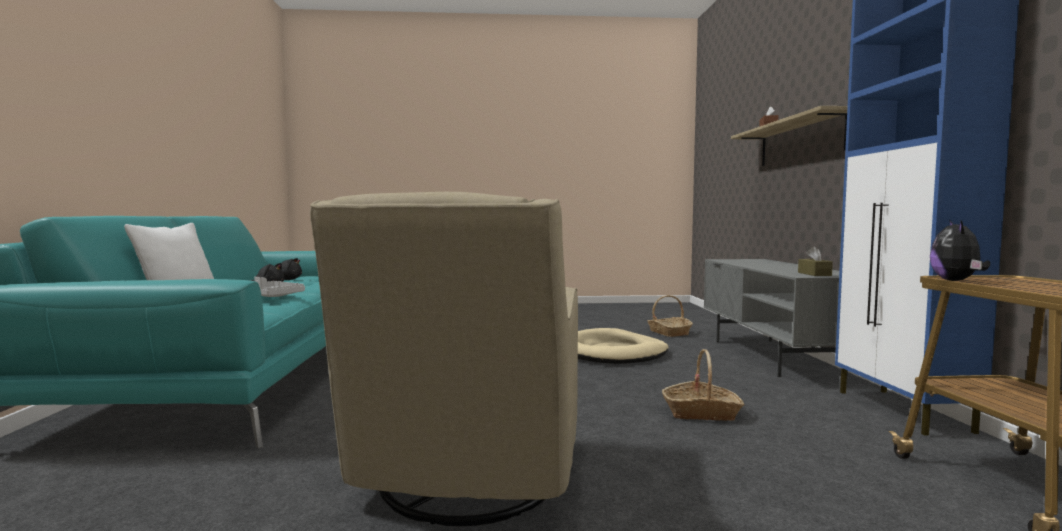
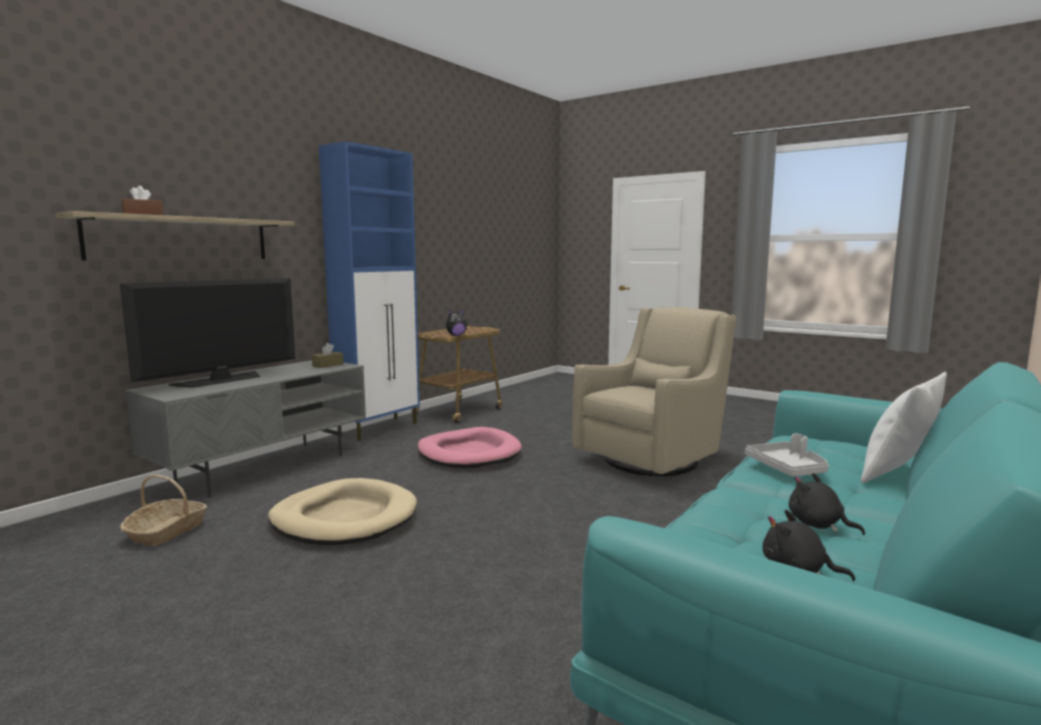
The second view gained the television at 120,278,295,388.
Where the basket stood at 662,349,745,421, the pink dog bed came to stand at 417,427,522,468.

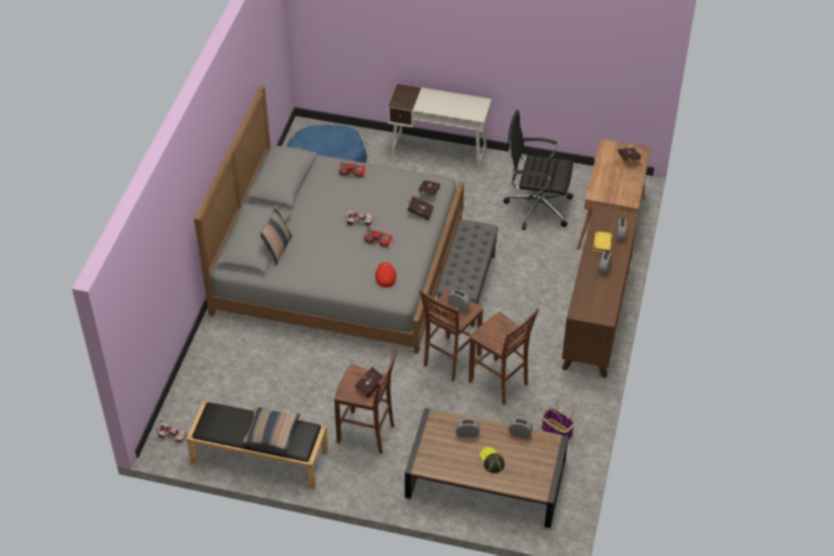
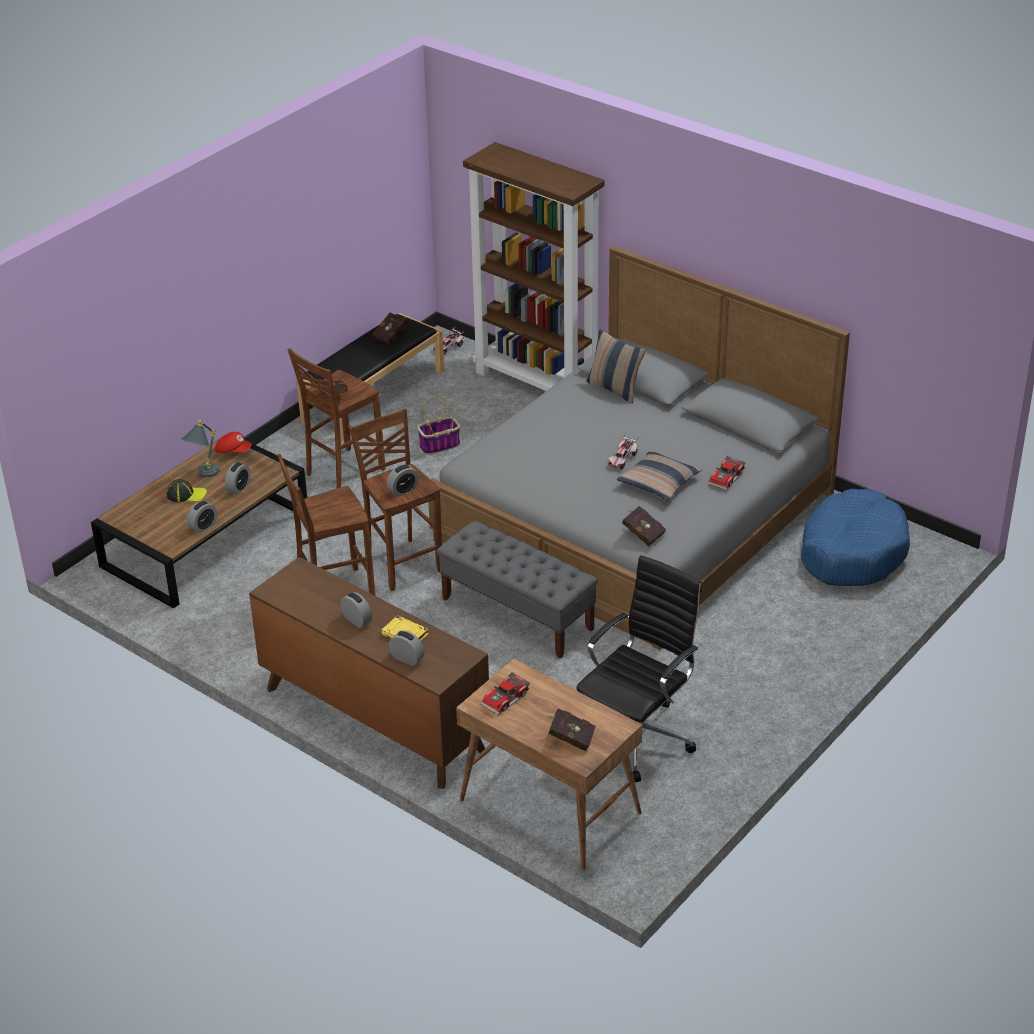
The second view lost the white desk at 388,84,492,173.
The second view gained the grey table lamp at 181,420,220,477.
The second view gained the brown bookcase at 463,142,605,391.
The pillow ended up elsewhere, having gone from 243,406,301,450 to 617,449,702,501.
The toy car ended up elsewhere, having gone from 363,228,394,248 to 481,672,530,715.
The red cap ended up elsewhere, having gone from 375,262,396,288 to 215,432,252,453.
The red book ended up elsewhere, having gone from 406,196,434,220 to 372,313,407,344.
The basket ended up elsewhere, having gone from 542,398,575,440 to 417,396,460,455.

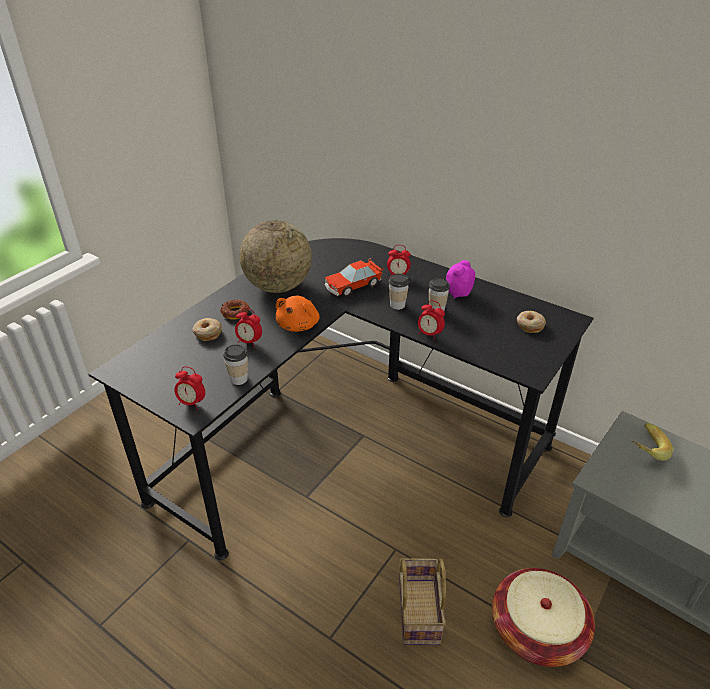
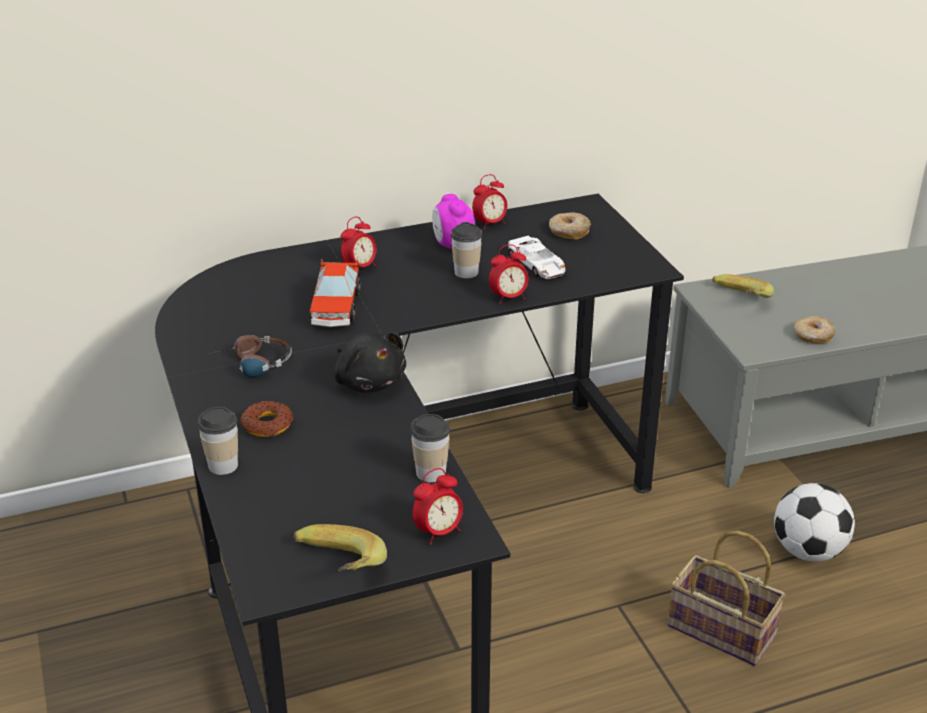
The second view gained the banana at 293,524,387,571.
The second view gained the white toy car at 508,236,566,279.
The donut ended up elsewhere, having gone from 192,318,222,341 to 794,316,836,343.
The alarm clock ended up elsewhere, having gone from 235,308,262,348 to 472,174,507,229.
The cup ended up elsewhere, having gone from 389,273,409,310 to 197,407,238,475.
Where the globe stood at 240,220,312,293, the headphones came to stand at 208,335,292,377.
Where the basket stood at 492,568,595,667, the football came to stand at 774,483,855,562.
What was the orange plush toy at 276,296,320,332 turned into the black plush toy at 334,332,406,393.

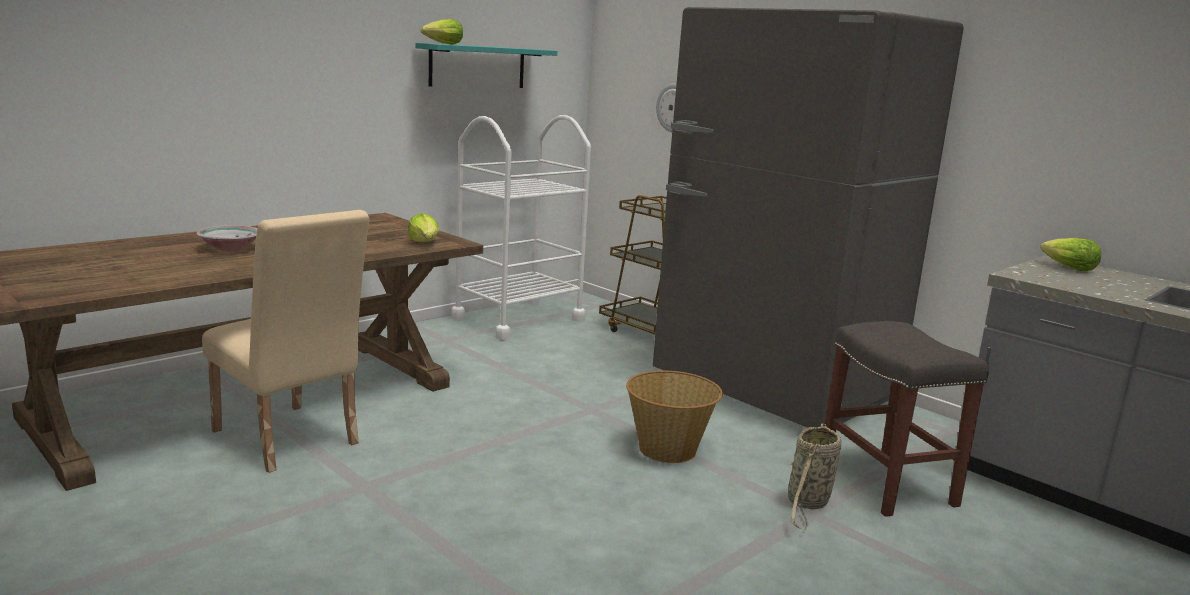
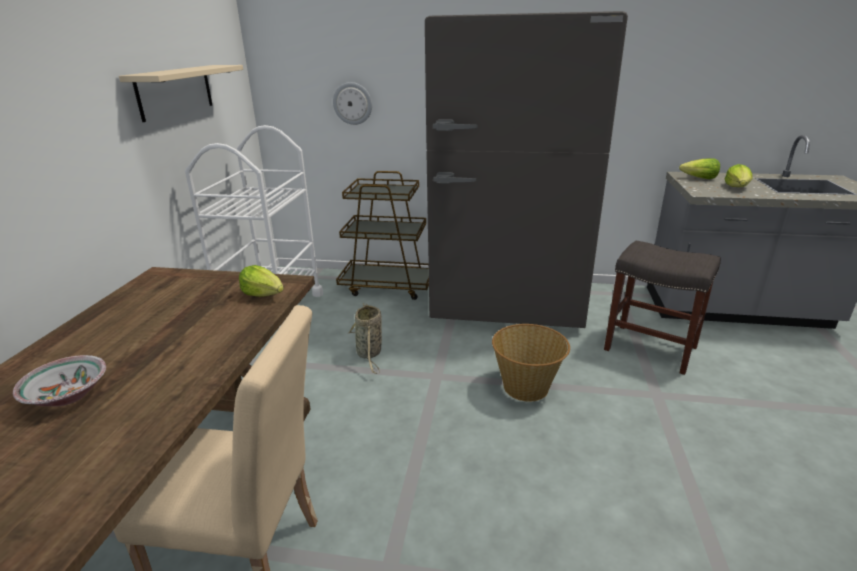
The lettuce ended up elsewhere, having gone from 421,19,463,45 to 725,164,752,187.
The basket ended up elsewhere, having gone from 788,424,841,530 to 347,303,382,374.
What was the turquoise shelf at 416,43,557,88 turned into the beige shelf at 119,65,243,122.

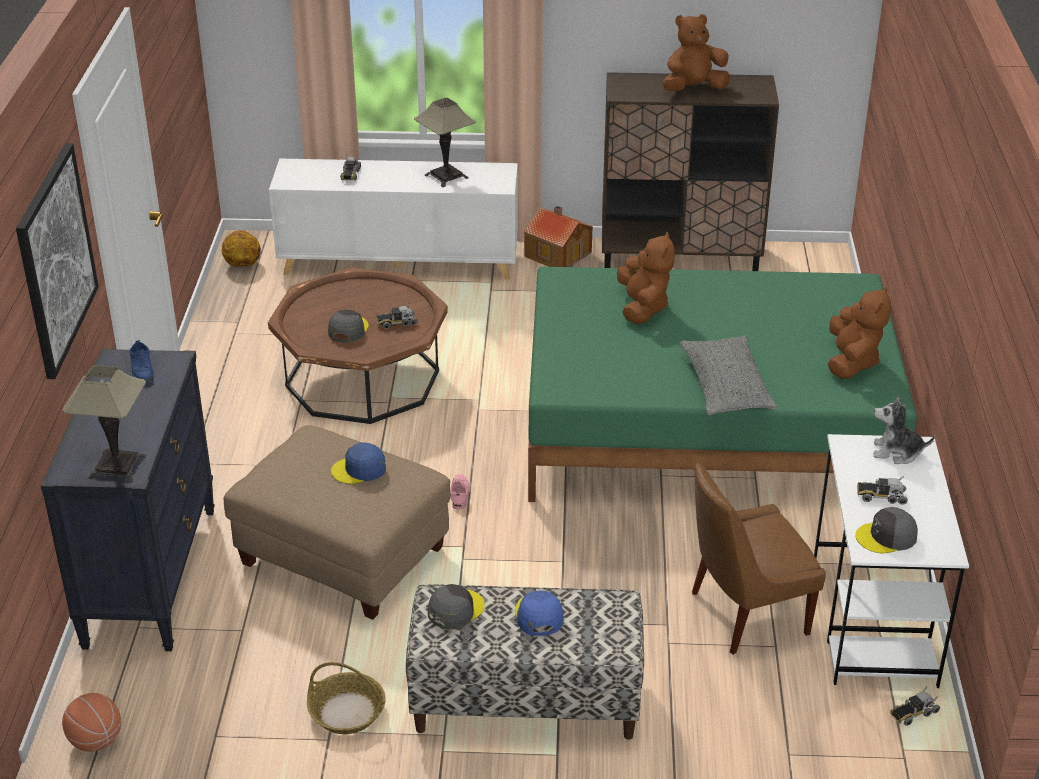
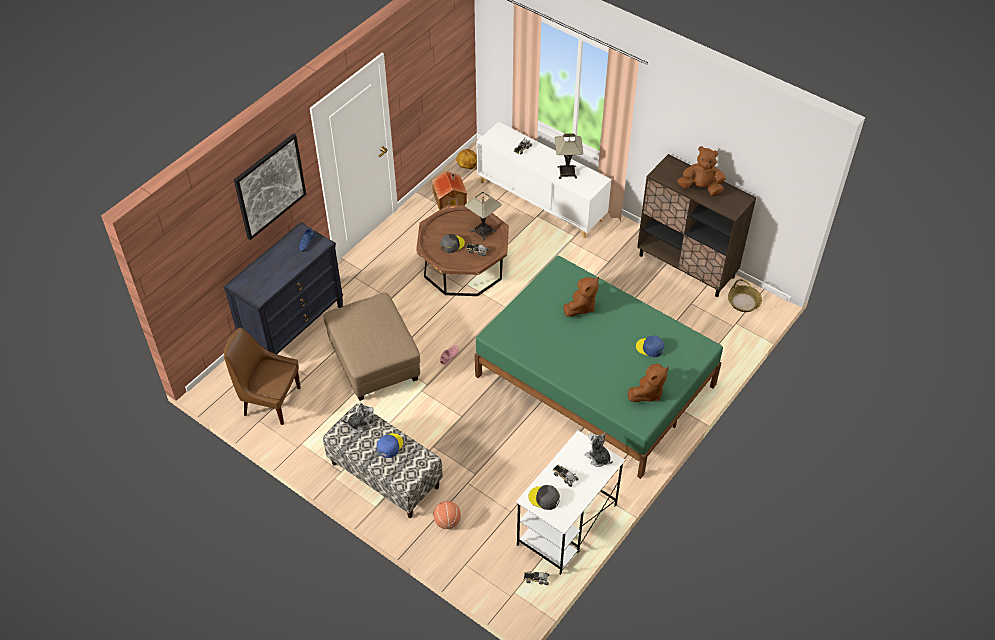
The second view lost the grey pillow at 680,336,778,416.
The table lamp ended up elsewhere, having gone from 62,365,146,483 to 465,192,502,241.
The basketball ended up elsewhere, having gone from 62,693,121,752 to 434,501,461,529.
The basket ended up elsewhere, having gone from 307,662,386,734 to 728,279,762,312.
The blue cap ended up elsewhere, having gone from 331,442,386,484 to 636,336,664,357.
The toy house ended up elsewhere, having gone from 524,206,593,267 to 432,171,467,210.
The brown chair ended up elsewhere, having gone from 692,462,826,655 to 224,327,301,425.
Where the grey cap stood at 428,584,485,630, the plush toy came to stand at 342,403,373,432.

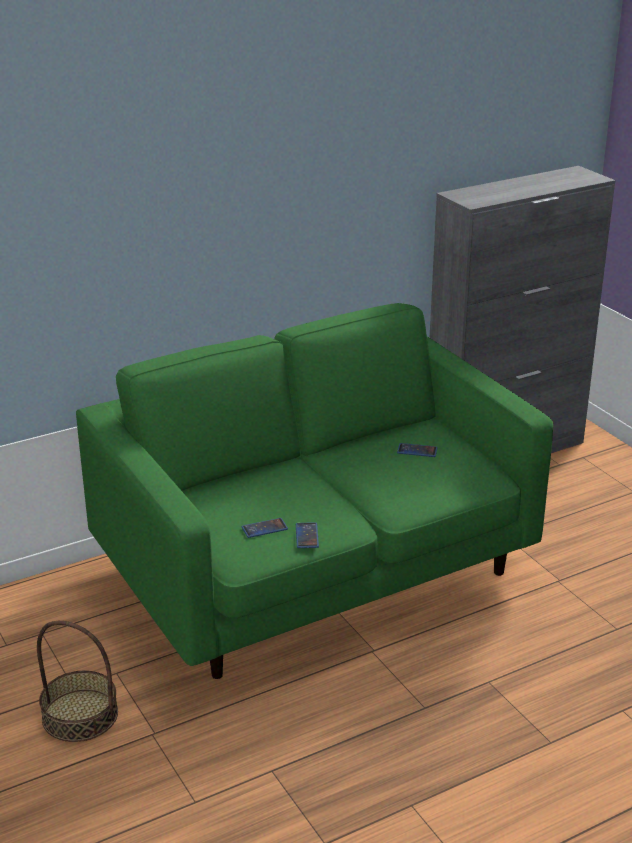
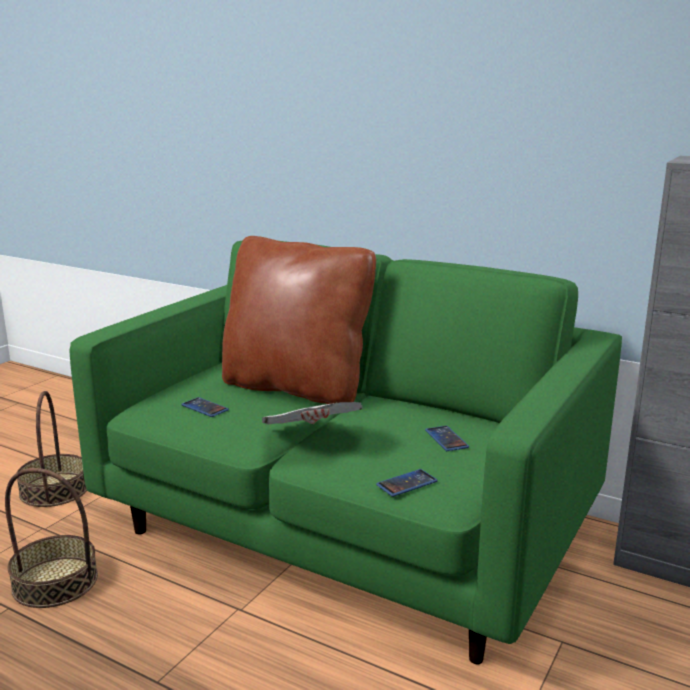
The second view gained the basket at 5,468,98,608.
The second view gained the brown pillow at 222,236,376,404.
The second view gained the newspaper at 262,402,363,424.
The phone ended up elsewhere, having gone from 296,522,319,548 to 376,469,438,497.

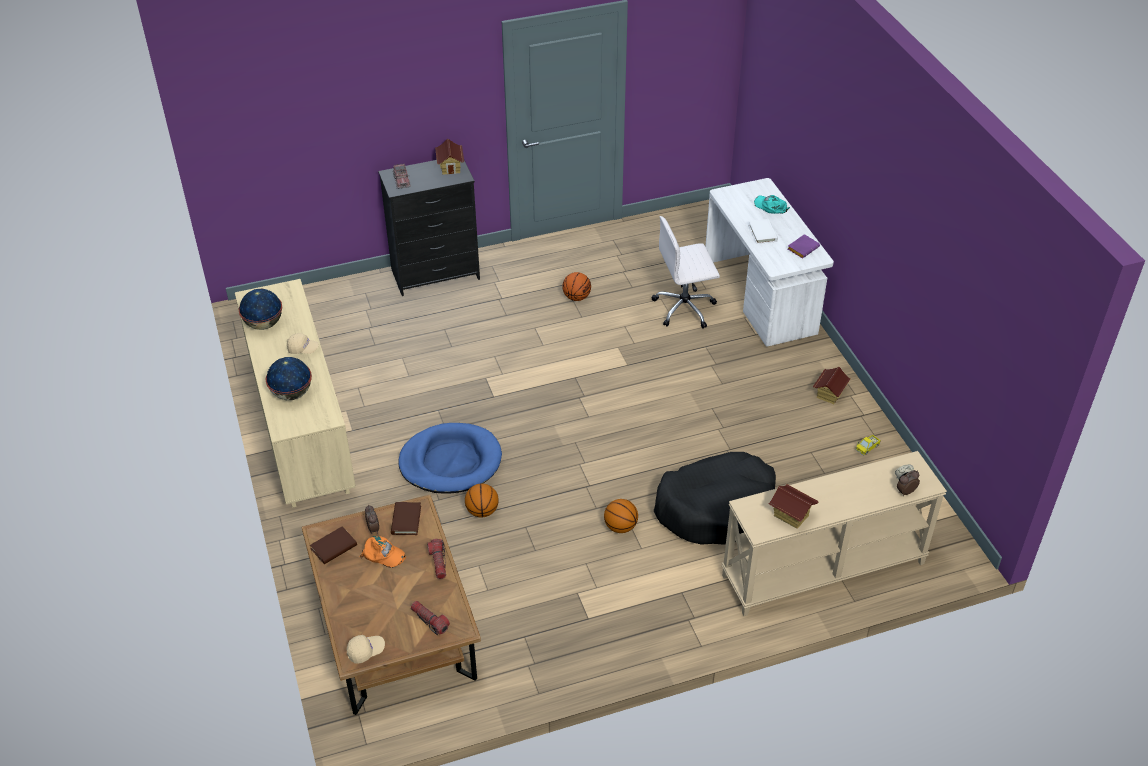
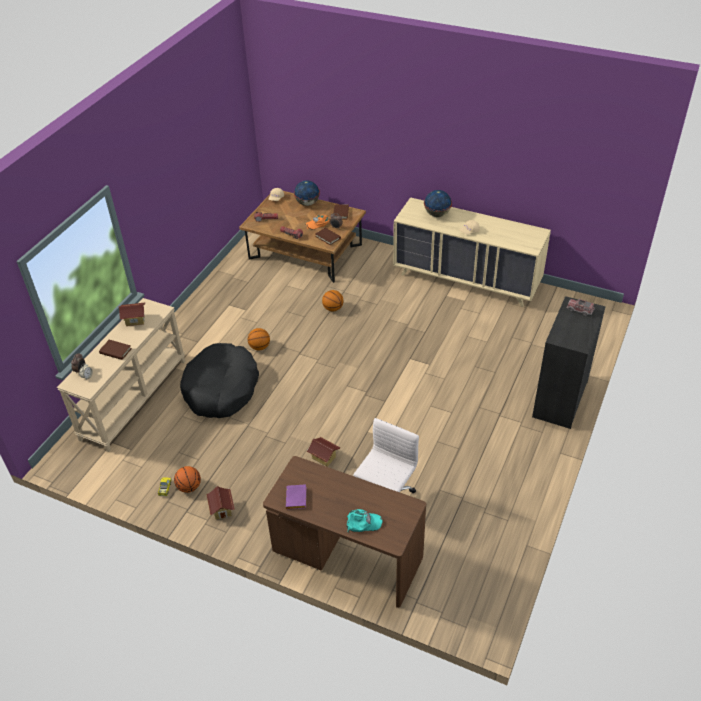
The second view lost the blue dog bed at 399,423,502,494.
The second view lost the white book at 748,219,778,244.
The second view gained the brown book at 99,340,132,360.
The globe ended up elsewhere, having gone from 239,289,282,330 to 294,180,320,206.
The toy house ended up elsewhere, having gone from 435,139,464,175 to 307,437,340,467.
The basketball ended up elsewhere, having gone from 562,272,591,301 to 174,466,201,493.
What was the white desk at 705,178,834,346 turned into the brown desk at 263,456,426,608.

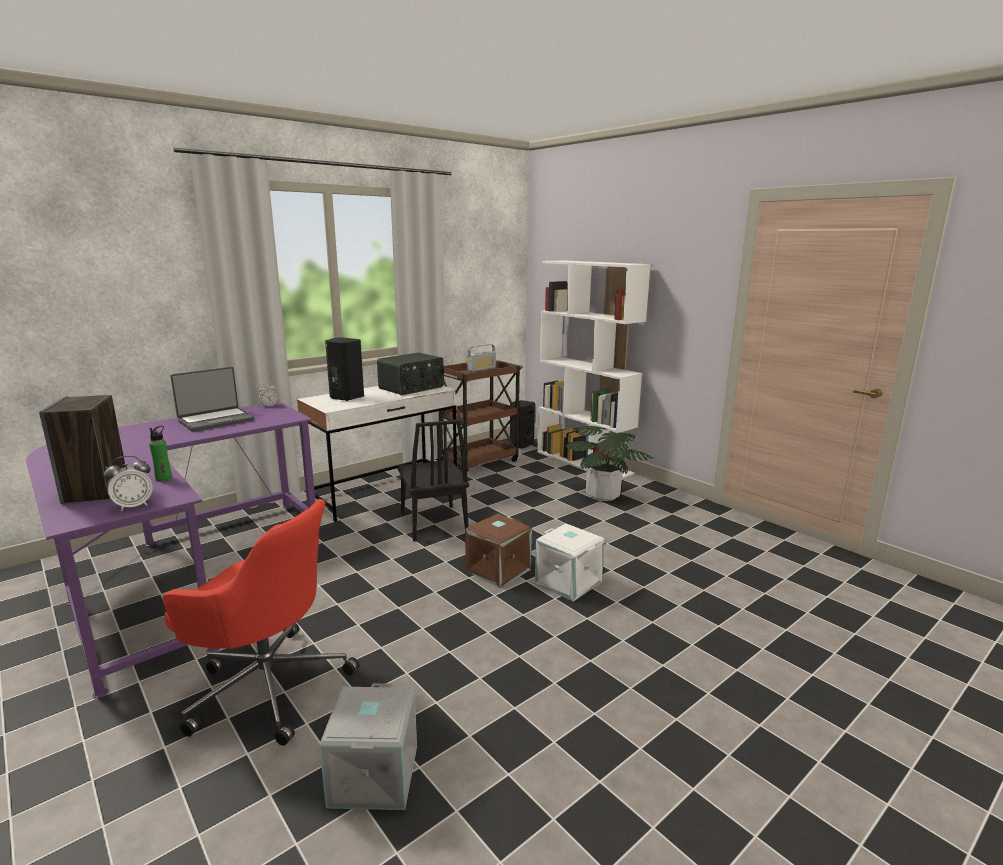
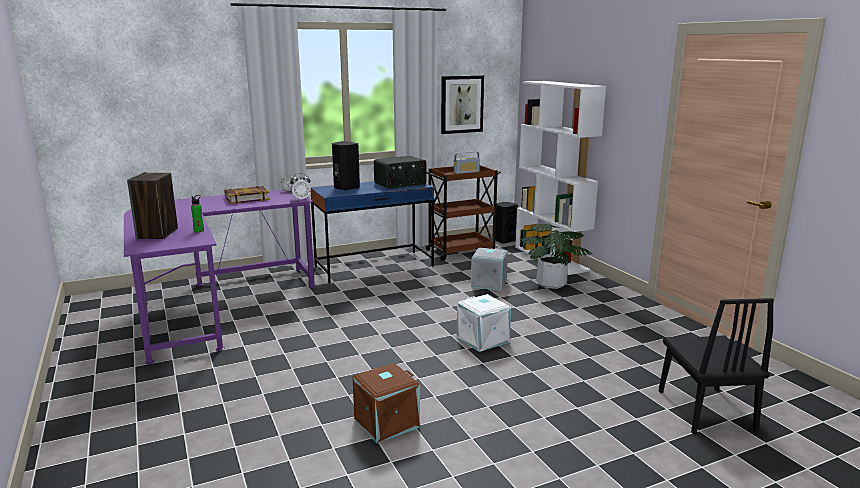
The second view lost the red office chair at 163,499,359,746.
The second view gained the picture at 441,75,484,134.
The alarm clock ended up elsewhere, having gone from 103,456,153,511 to 290,173,311,201.
The grey storage box ended up elsewhere, having gone from 319,683,417,810 to 471,248,508,290.
The black chair ended up elsewhere, having gone from 398,419,469,542 to 659,298,774,435.
The brown storage box ended up elsewhere, having gone from 465,514,532,588 to 352,363,420,443.
Where the laptop stood at 170,367,254,432, the book came to stand at 225,186,270,204.
What was the white desk at 297,386,457,522 turned into the blue desk at 311,181,434,283.

